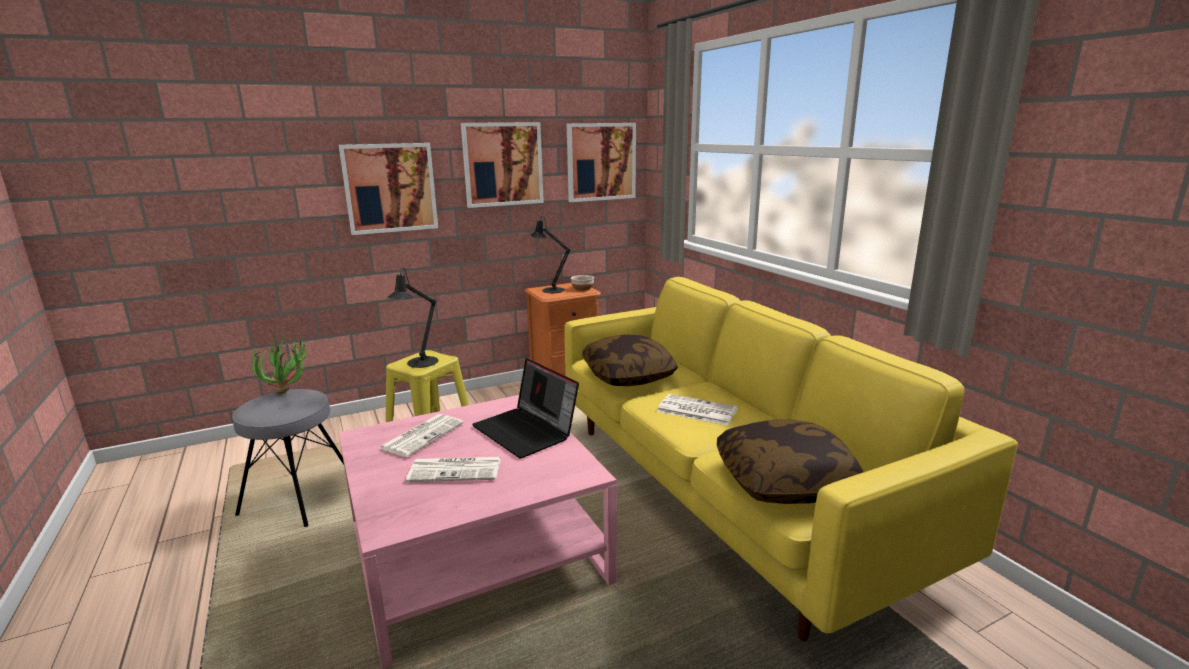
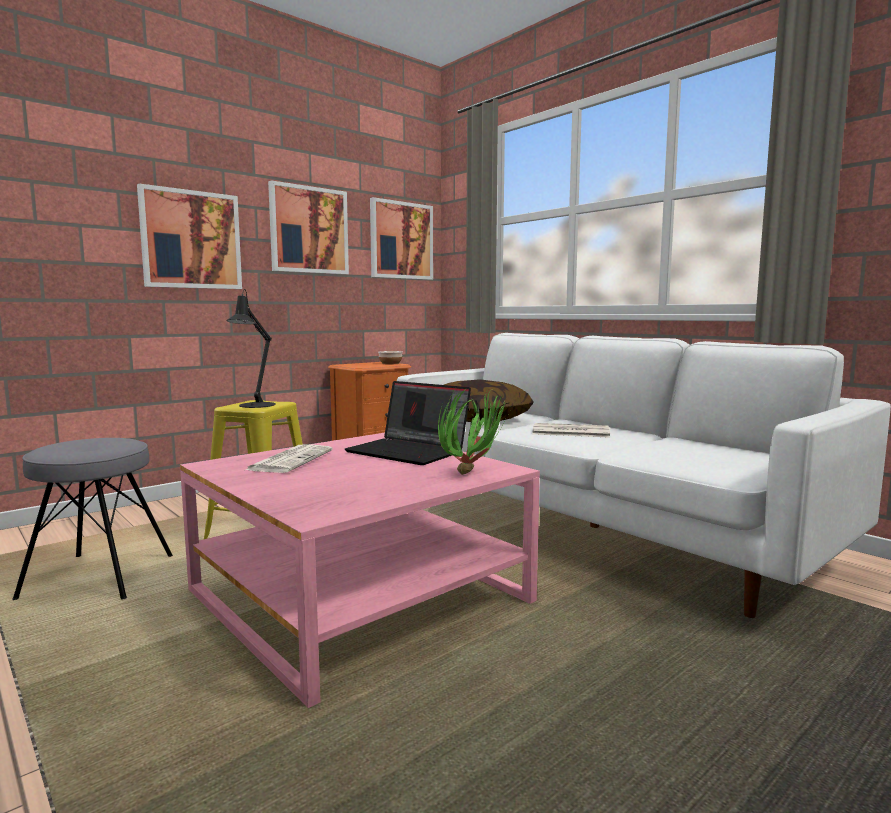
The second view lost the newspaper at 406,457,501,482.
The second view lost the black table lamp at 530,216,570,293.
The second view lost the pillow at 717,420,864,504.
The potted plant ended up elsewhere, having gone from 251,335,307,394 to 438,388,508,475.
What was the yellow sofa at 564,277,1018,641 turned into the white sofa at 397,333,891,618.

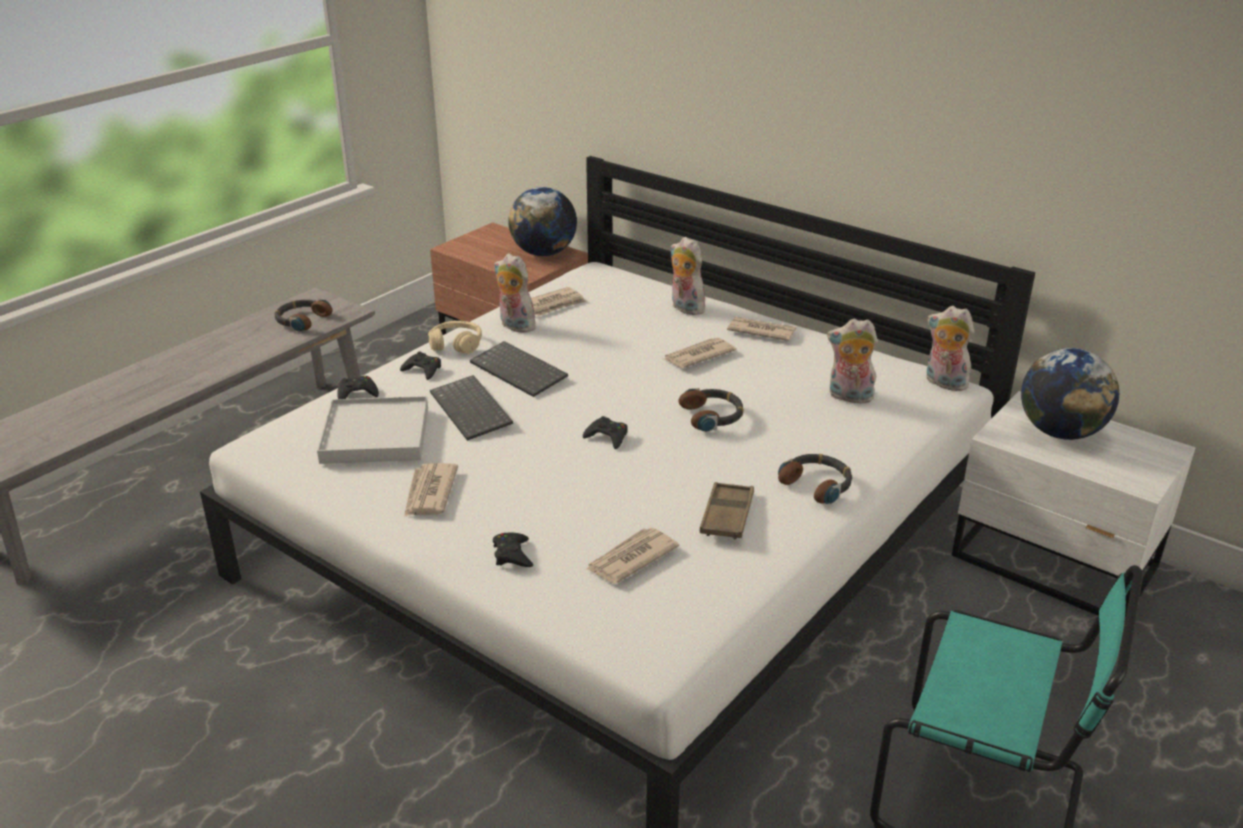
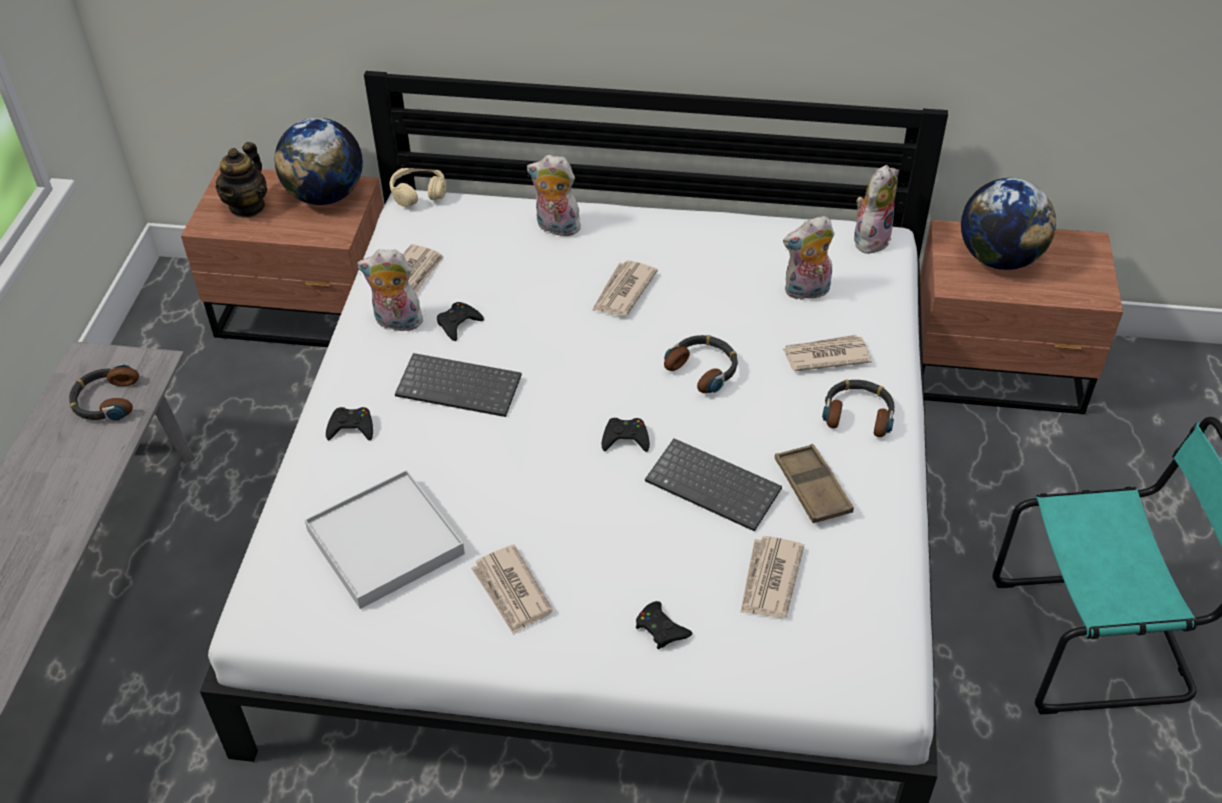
The second view gained the teapot at 215,142,267,218.
The black game controller ended up elsewhere, having gone from 337,376,379,399 to 437,302,484,341.
The beige headphones ended up elsewhere, having gone from 428,321,482,354 to 390,168,447,207.
The keyboard ended up elsewhere, having gone from 430,375,513,441 to 645,438,782,532.
The newspaper ended up elsewhere, having gone from 727,317,796,341 to 783,335,871,371.
What was the white nightstand at 952,391,1196,623 turned into the brown nightstand at 920,220,1123,414.
The plush toy at 927,306,975,391 ended up facing another way, 120 degrees clockwise from before.

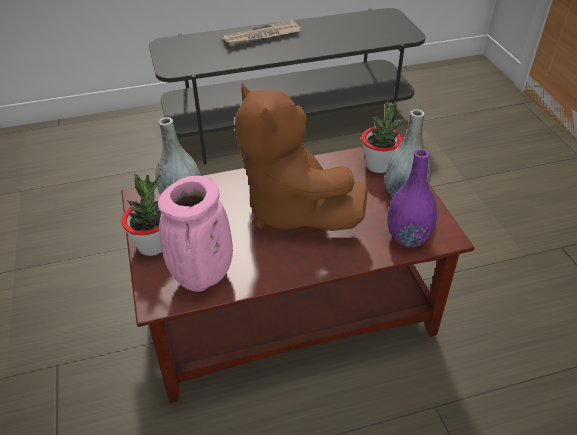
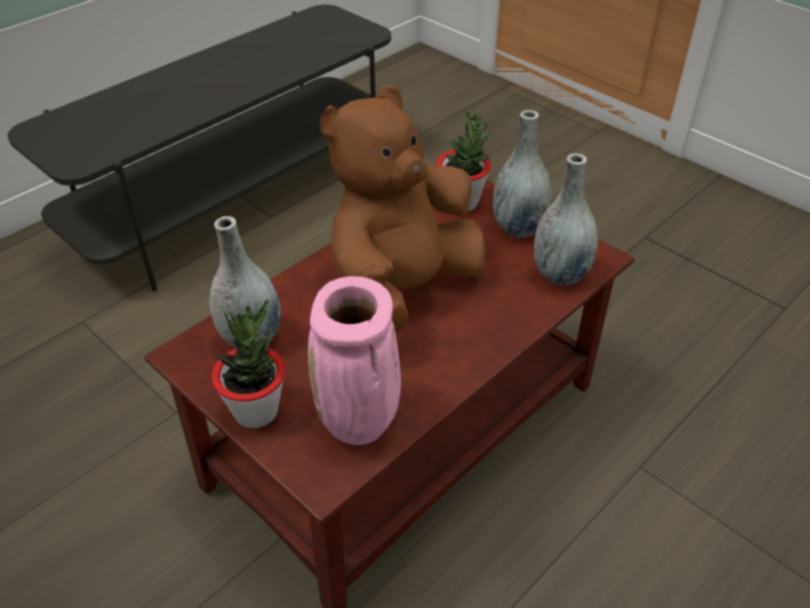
The second view lost the newspaper at 223,20,301,47.
What was the purple vase at 387,149,437,247 turned into the grey vase at 534,153,598,286.
The brown plush toy at 235,83,368,231 ended up facing another way, 105 degrees clockwise from before.

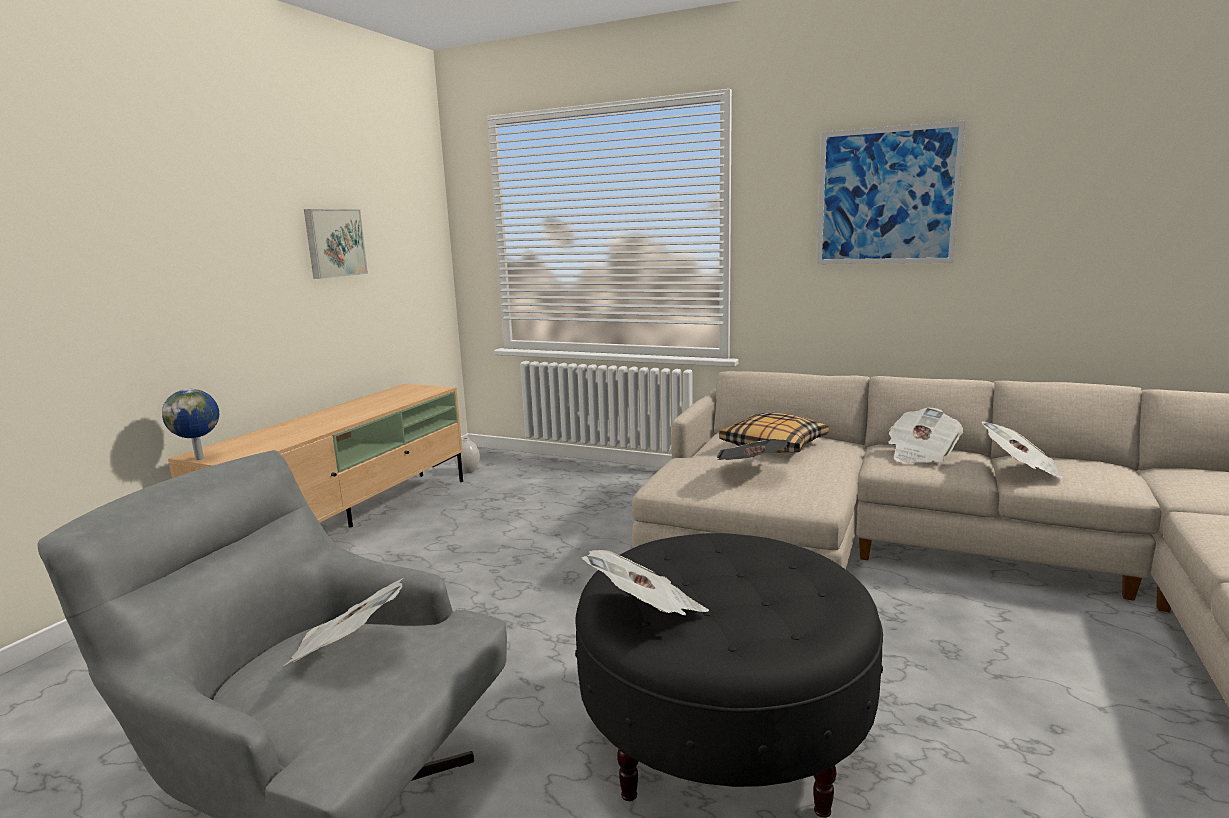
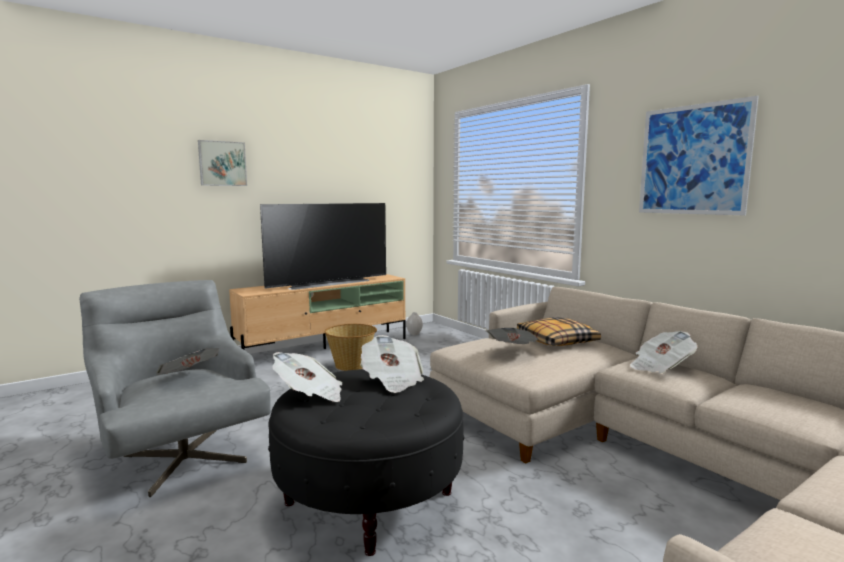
The second view lost the globe at 162,389,219,460.
The second view gained the television at 260,203,386,290.
The second view gained the basket at 325,324,377,371.
The picture ended up elsewhere, having gone from 304,209,368,279 to 198,140,247,186.
The newspaper ended up elsewhere, having gone from 981,421,1063,478 to 361,335,424,393.

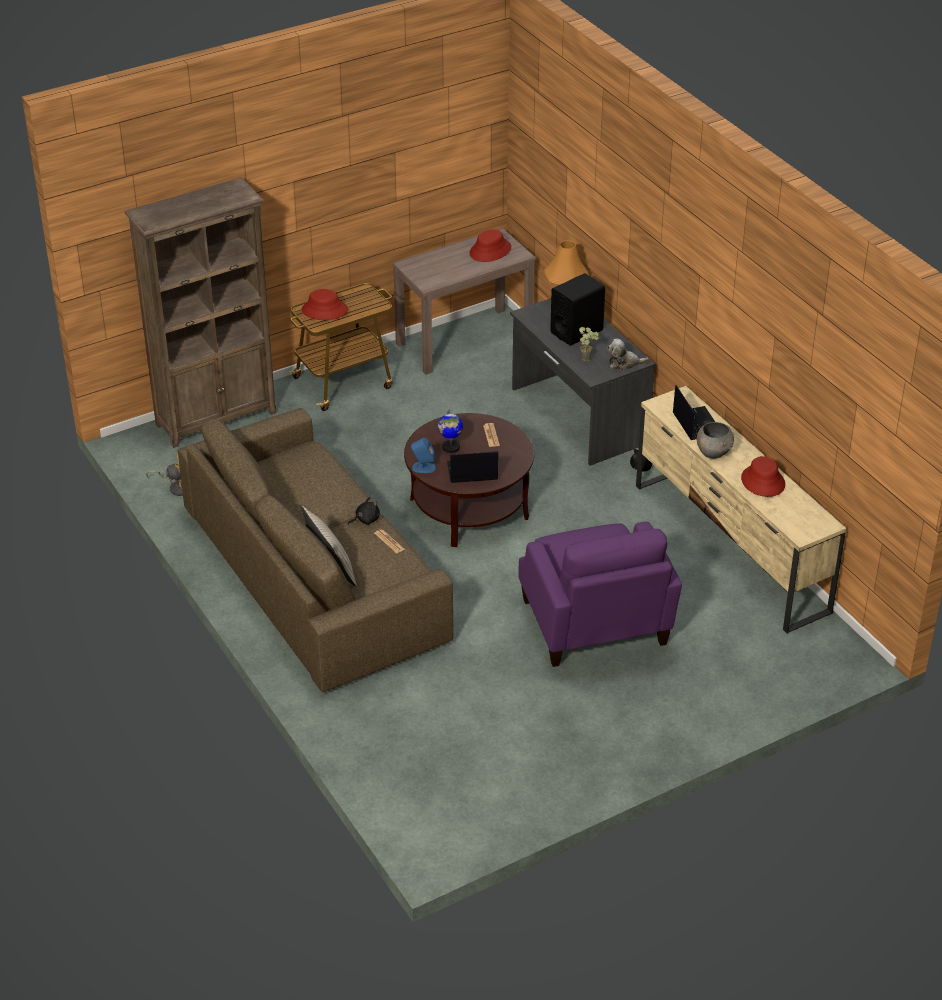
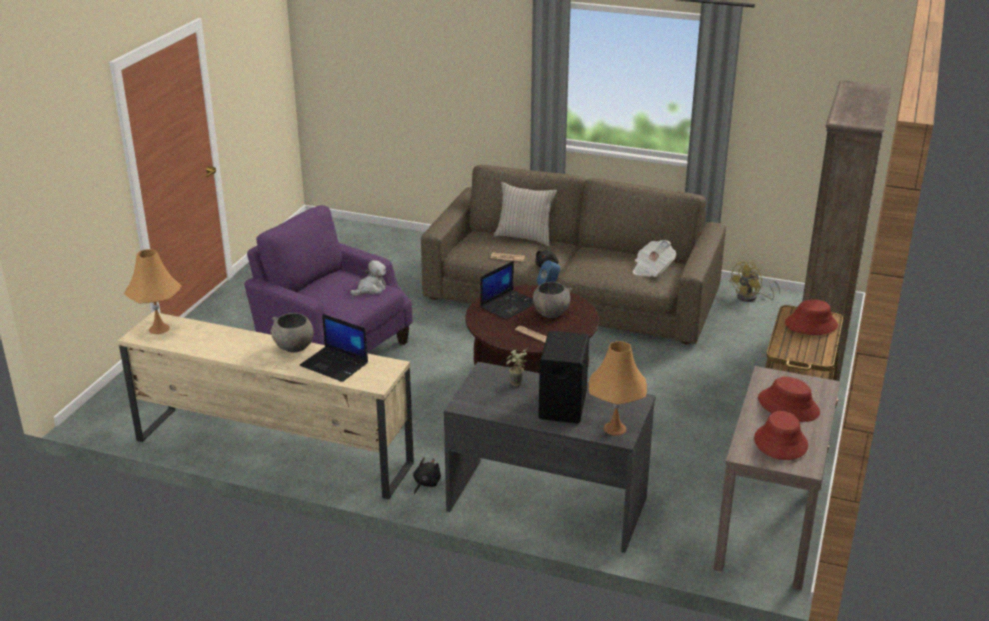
The second view gained the orange table lamp at 124,249,181,334.
The second view gained the newspaper at 632,240,676,277.
The plush toy ended up elsewhere, having gone from 607,339,649,371 to 350,260,386,296.
The red hat ended up elsewhere, having gone from 741,456,785,497 to 758,377,820,422.
Where the globe stood at 438,410,463,453, the grey bowl came to stand at 533,282,572,318.

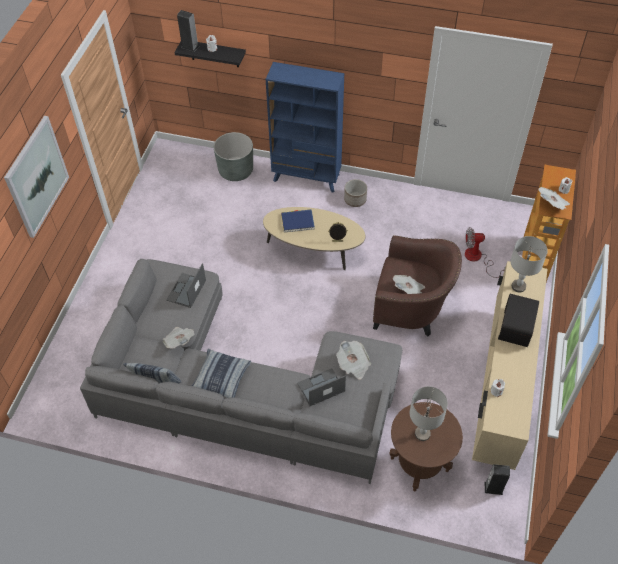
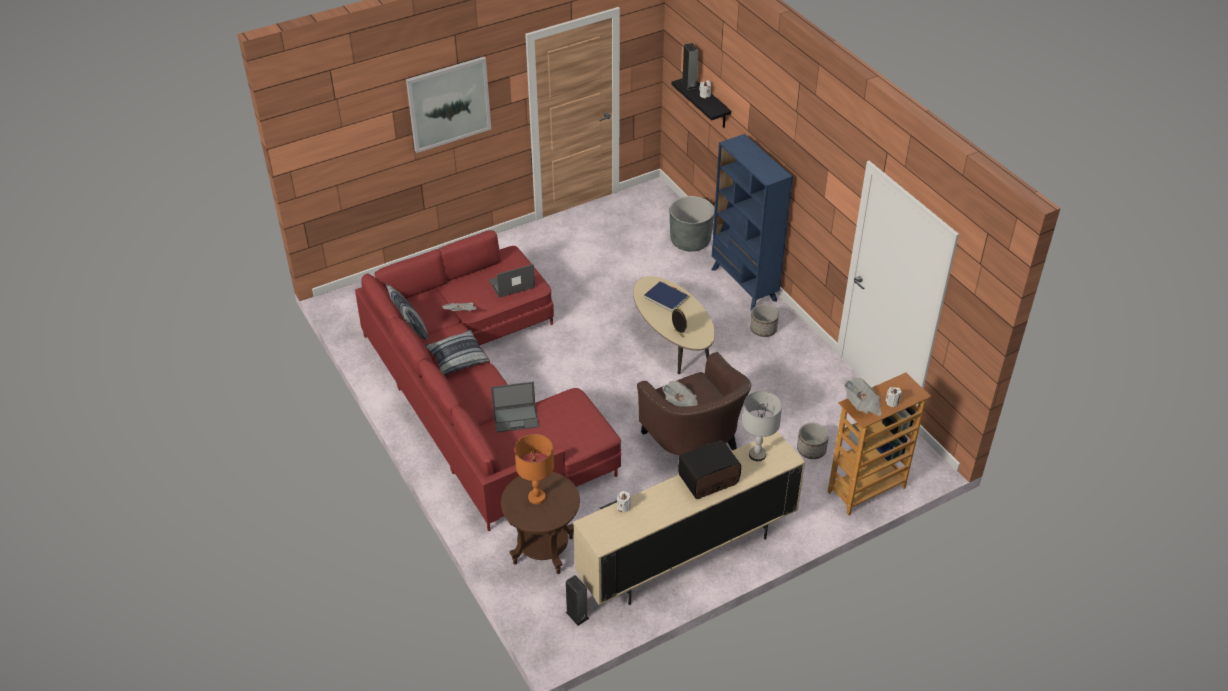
The second view lost the newspaper at 336,341,371,380.
Where the fan stood at 465,227,505,278, the planter came to stand at 797,423,829,459.
What was the grey sofa at 80,259,402,484 turned into the red sofa at 355,230,621,531.
What was the grey table lamp at 410,386,448,441 turned into the orange table lamp at 515,434,554,504.
The laptop at 297,368,346,406 ended up facing another way, 150 degrees clockwise from before.

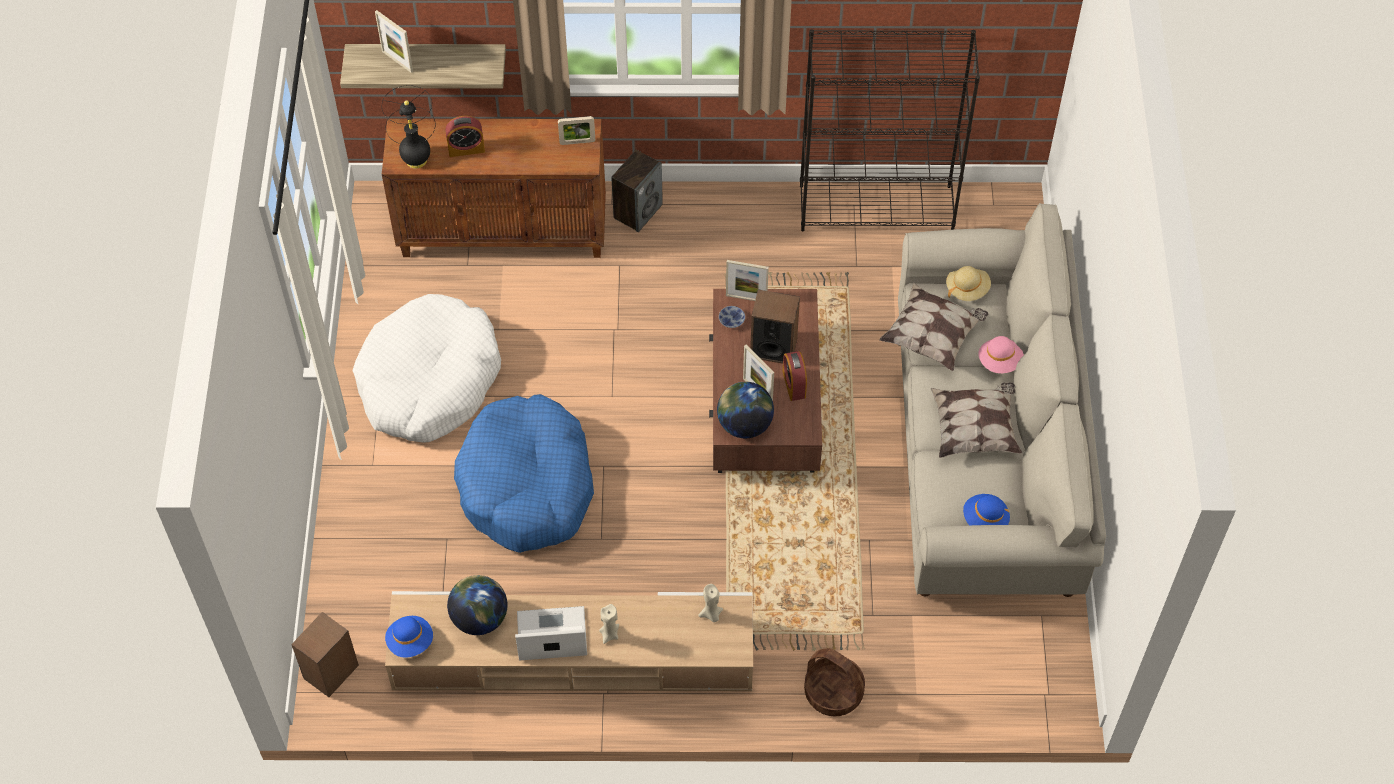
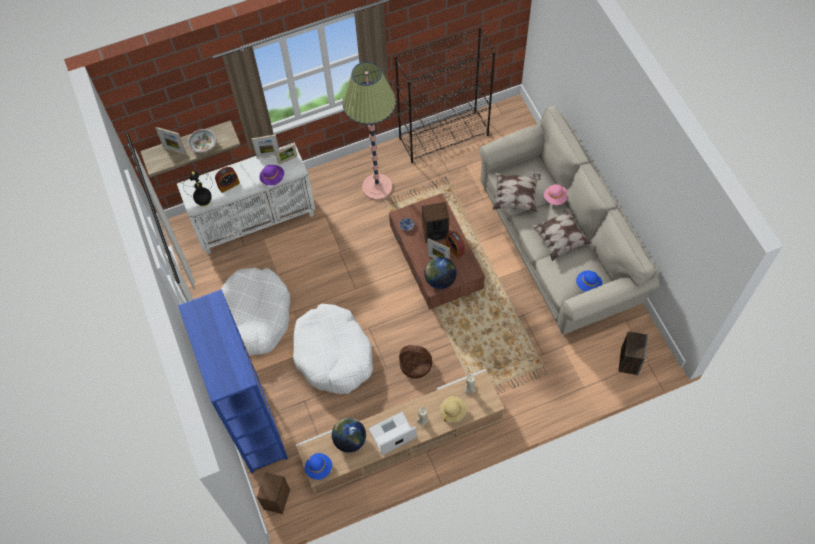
The second view gained the blue bookcase at 178,289,288,474.
The second view gained the bowl at 188,129,217,153.
The second view gained the purple hat at 259,165,284,185.
The second view gained the floor lamp at 342,62,396,200.
The speaker ended up elsewhere, having gone from 611,150,663,232 to 618,331,648,375.
The picture frame ended up elsewhere, having gone from 726,260,769,301 to 251,134,279,159.
The basket ended up elsewhere, having gone from 804,648,865,716 to 399,345,432,379.
The beige hat ended up elsewhere, having gone from 946,266,991,301 to 440,396,467,423.
What was the brown cabinet at 382,119,606,258 turned into the white cabinet at 177,143,316,254.
What was the blue dog bed at 454,394,594,553 turned into the white dog bed at 293,304,373,394.

